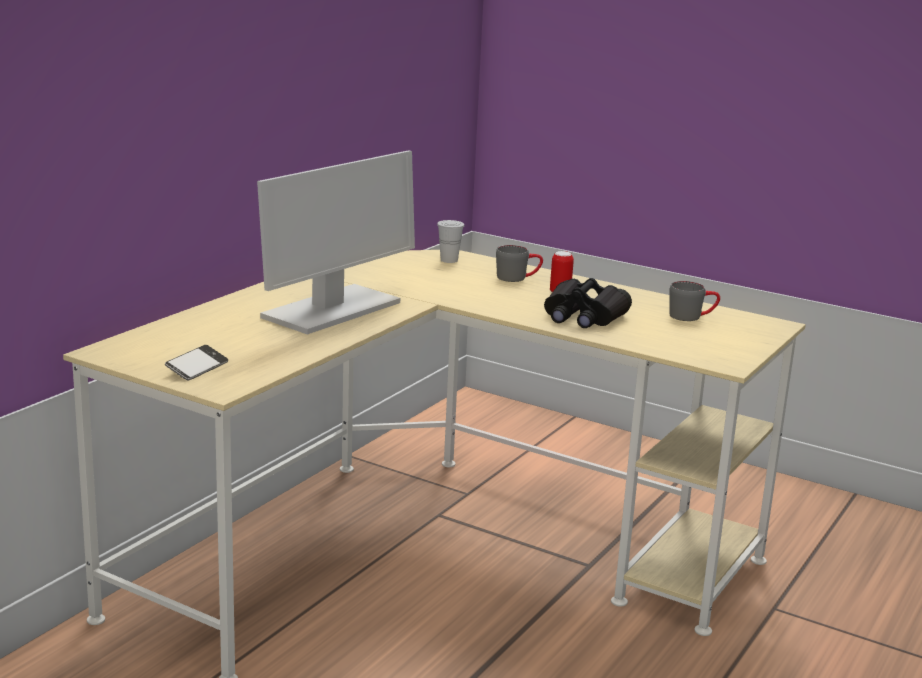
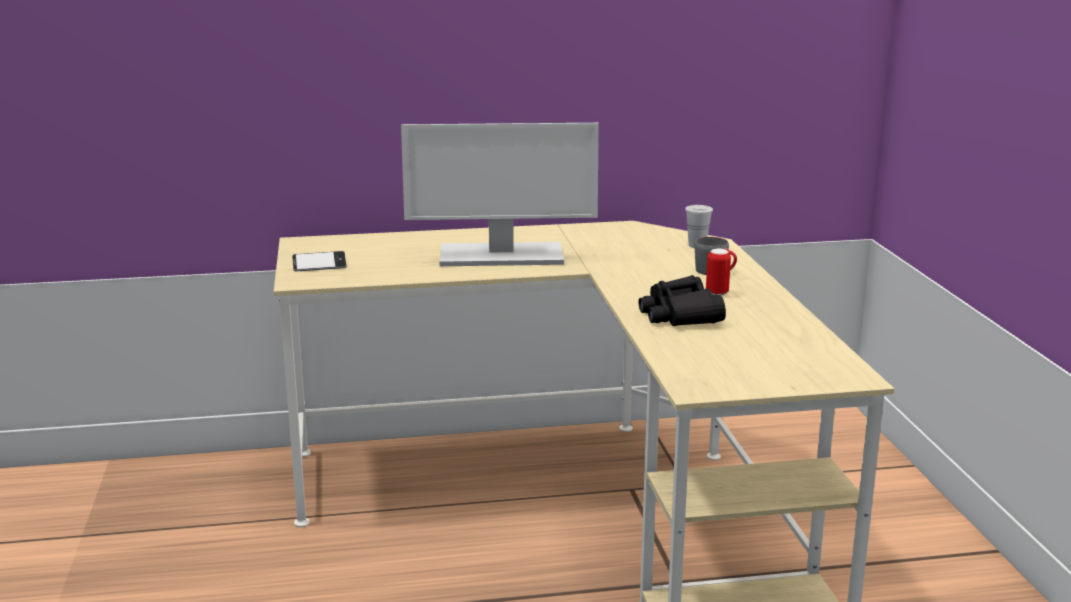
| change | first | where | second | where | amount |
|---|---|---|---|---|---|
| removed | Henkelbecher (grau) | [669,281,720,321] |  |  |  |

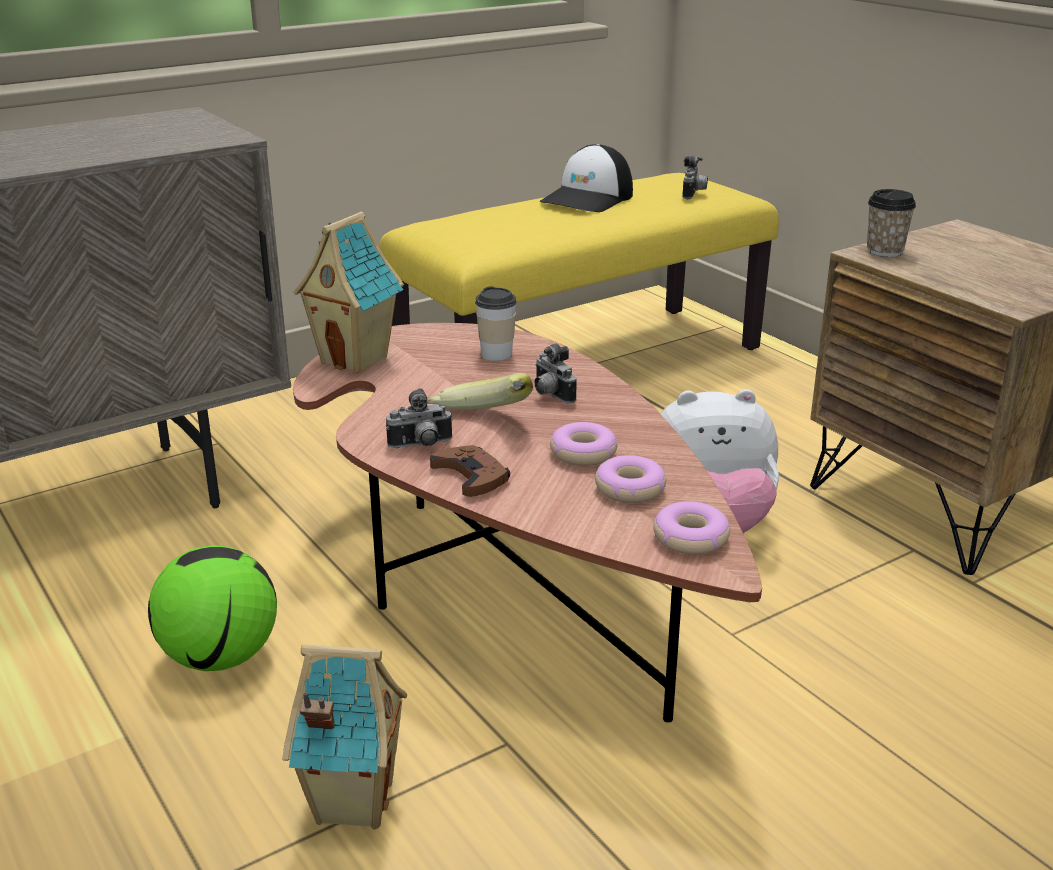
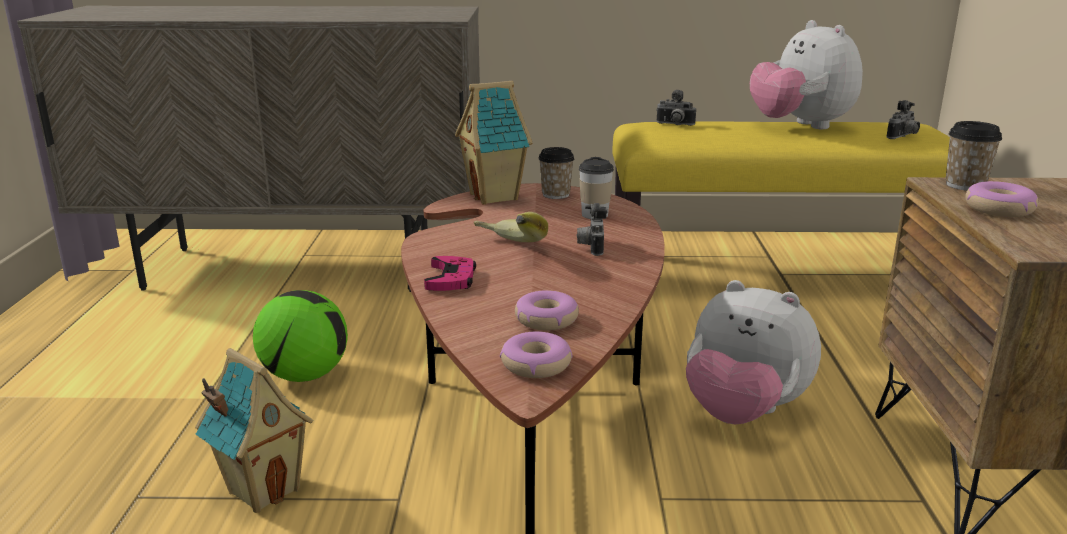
| change | first | where | second | where | amount |
|---|---|---|---|---|---|
| added |  |  | Tasse | [538,147,574,199] |  |
| moved | Kamera | [386,388,453,448] |  | [656,90,696,126] |  |
| moved | Donut | [550,422,618,466] |  | [965,181,1039,217] |  |
| replaced | Kappe | [540,144,633,212] | Plüschtier | [750,20,863,129] |  |
| recoloured | Gamepad (braun) | [430,445,510,497] | Gamepad (rosa) | [424,256,476,291] |  |

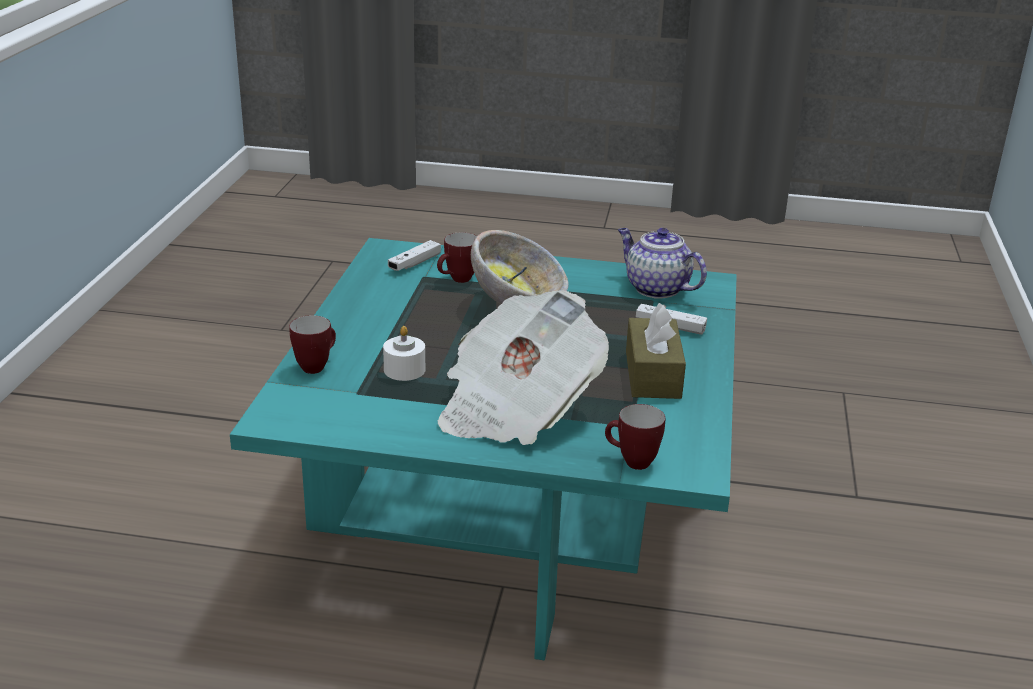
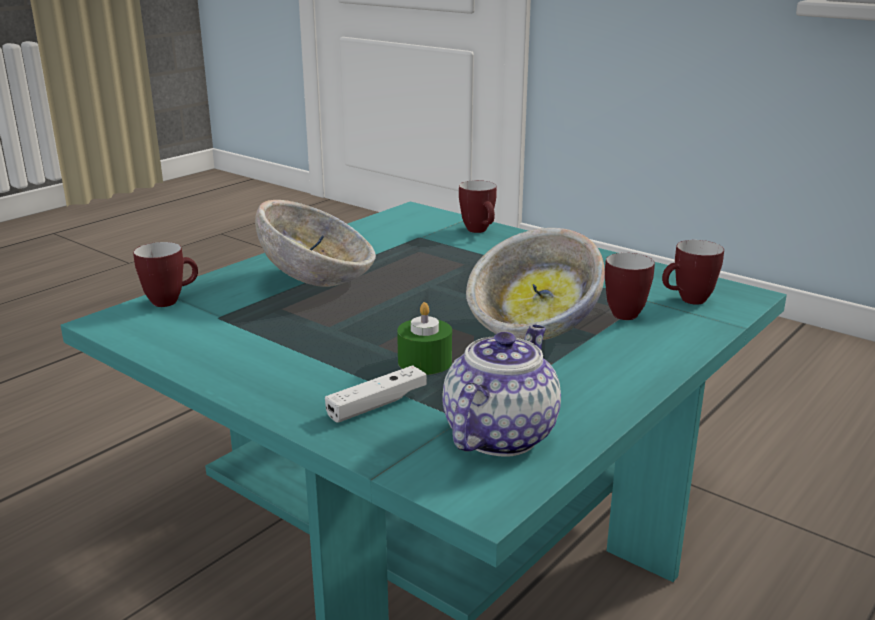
| change | first | where | second | where | amount |
|---|---|---|---|---|---|
| removed | Kerze (weiß) | [383,326,425,381] |  |  |  |
| removed | Taschentuchbox (braun) | [626,303,686,399] |  |  |  |
| added |  |  | Kerze (grün) | [397,302,452,375] |  |
| replaced | Gamepad (weiß) | [388,240,441,271] | Henkelbecher | [662,240,724,305] |  |
| replaced | Zeitung | [438,290,609,445] | Schüssel | [255,200,376,287] |  |
| turned | Teekanne | [618,228,707,299] |  | [442,325,561,457] | 45 degrees counterclockwise |

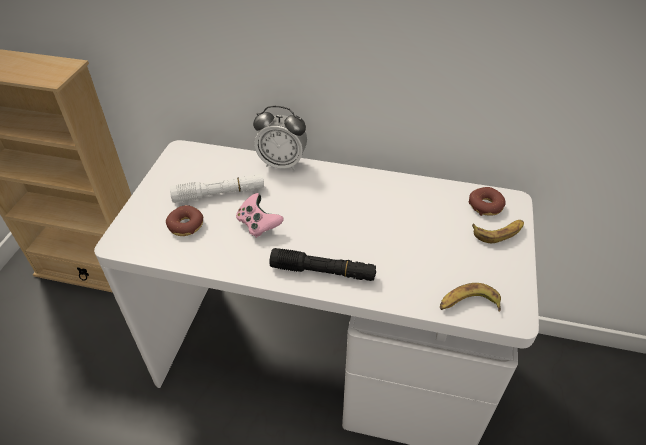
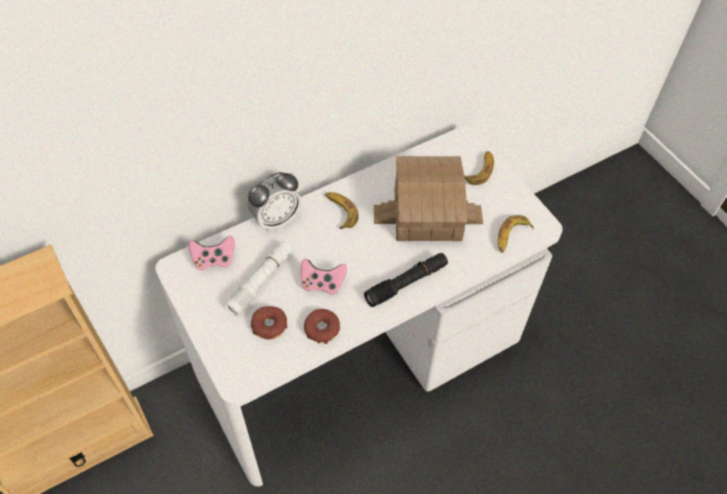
| change | first | where | second | where | amount |
|---|---|---|---|---|---|
| added |  |  | Gamepad (rosa) | [189,236,235,270] |  |
| added |  |  | Banane | [325,192,359,229] |  |
| added |  |  | Spielzeughaus | [374,156,483,241] |  |
| moved | Donut | [469,187,506,216] |  | [304,309,340,344] |  |

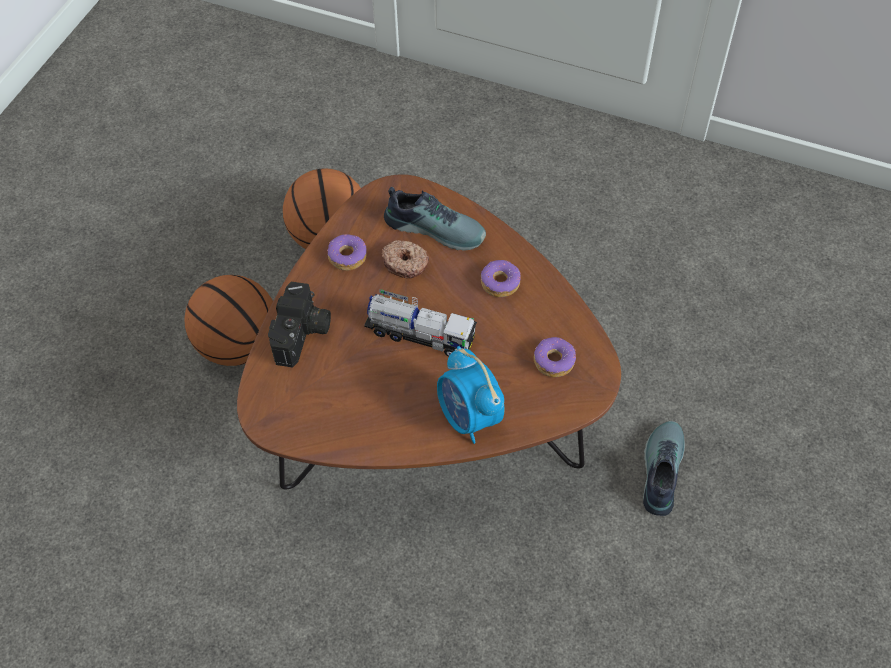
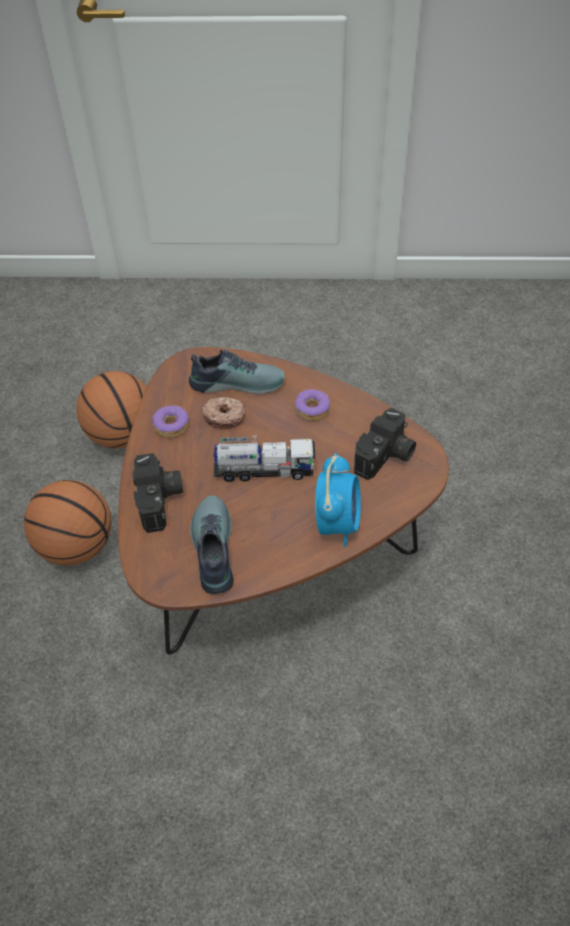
| change | first | where | second | where | amount |
|---|---|---|---|---|---|
| moved | Schuh | [643,421,685,516] |  | [190,495,234,594] |  |
| replaced | Donut | [534,337,576,377] | Kamera | [354,408,416,480] |  |
| turned | Wecker | [437,346,504,444] |  | [315,453,361,547] | 120 degrees counterclockwise |

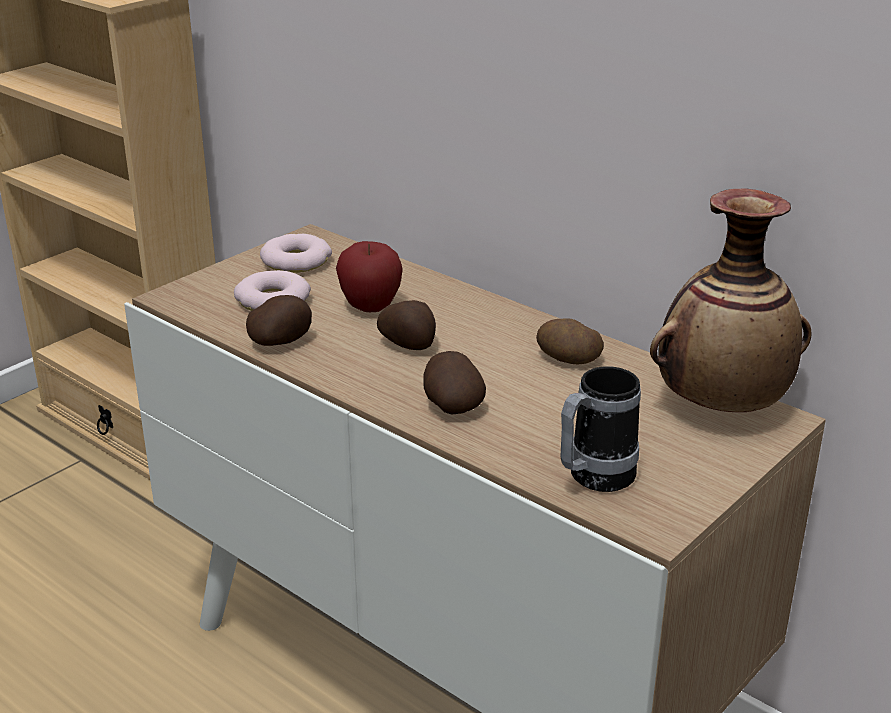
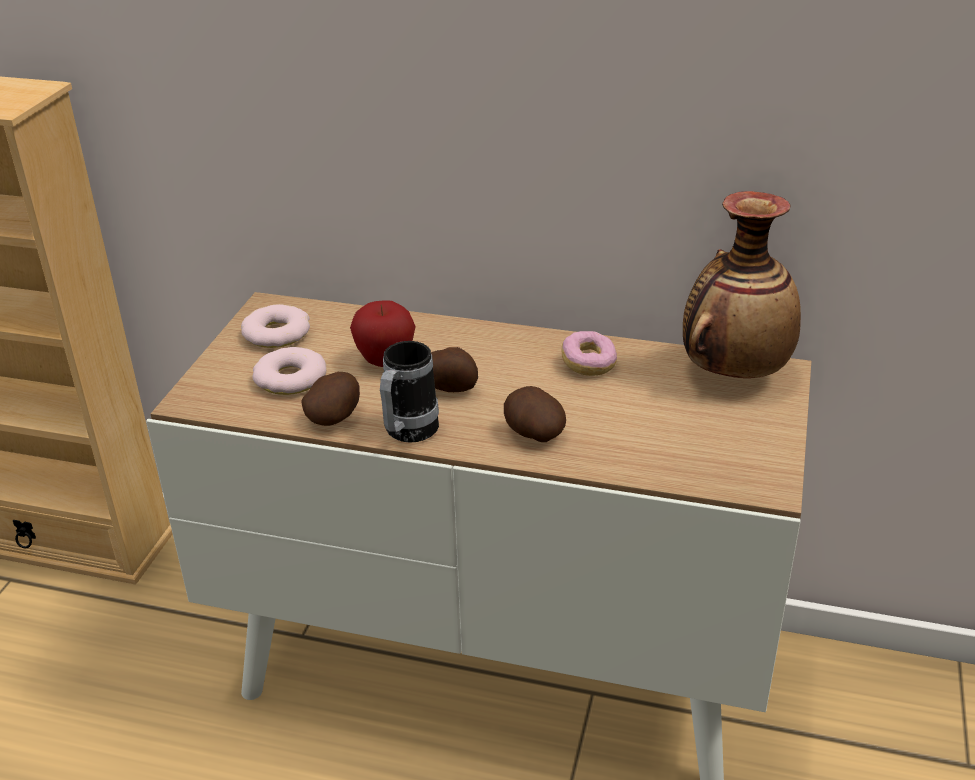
| change | first | where | second | where | amount |
|---|---|---|---|---|---|
| moved | Henkelbecher | [560,366,641,492] |  | [380,341,439,443] |  |
| replaced | Kartoffel | [536,318,604,364] | Donut | [562,331,617,376] |  |

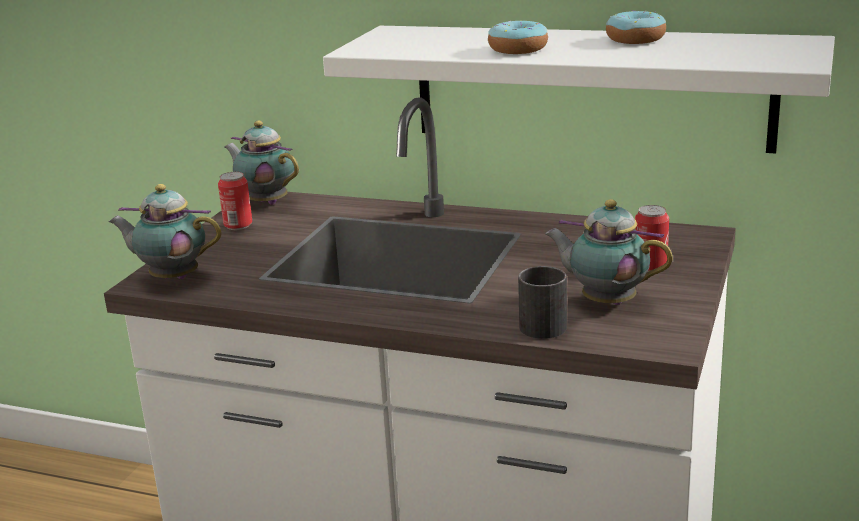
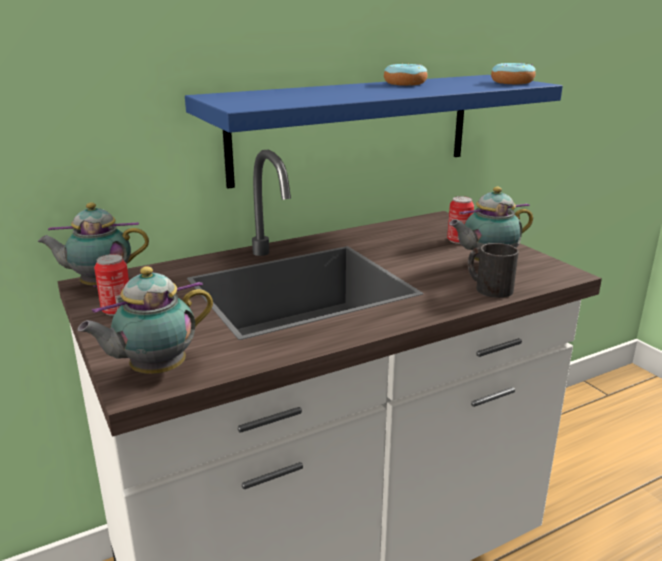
| change | first | where | second | where | amount |
|---|---|---|---|---|---|
| moved | Donut | [488,20,548,54] |  | [491,63,536,84] |  |
| recoloured | Wandregal (weiß) | [323,26,835,154] | Wandregal (blau) | [185,75,563,189] |  |

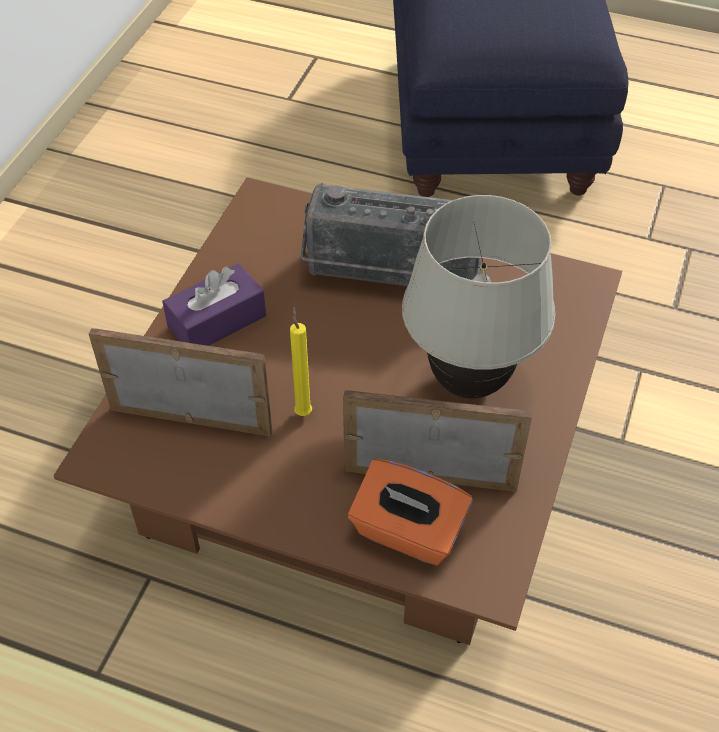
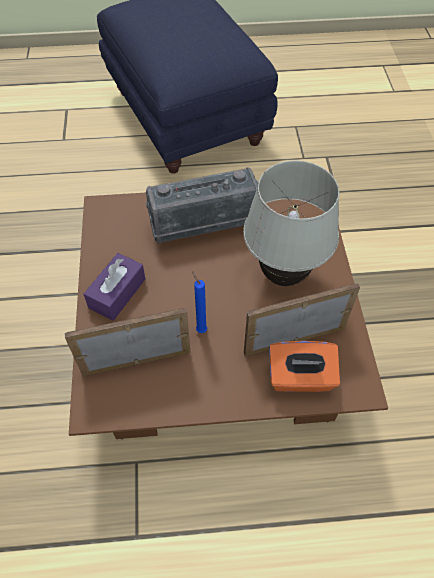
| change | first | where | second | where | amount |
|---|---|---|---|---|---|
| recoloured | Kerze (gelb) | [290,306,312,416] | Kerze (blau) | [192,271,207,333] |  |

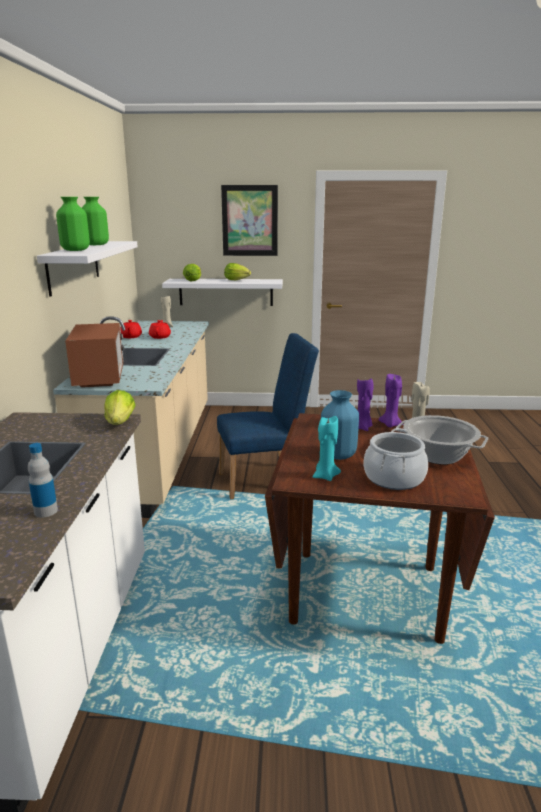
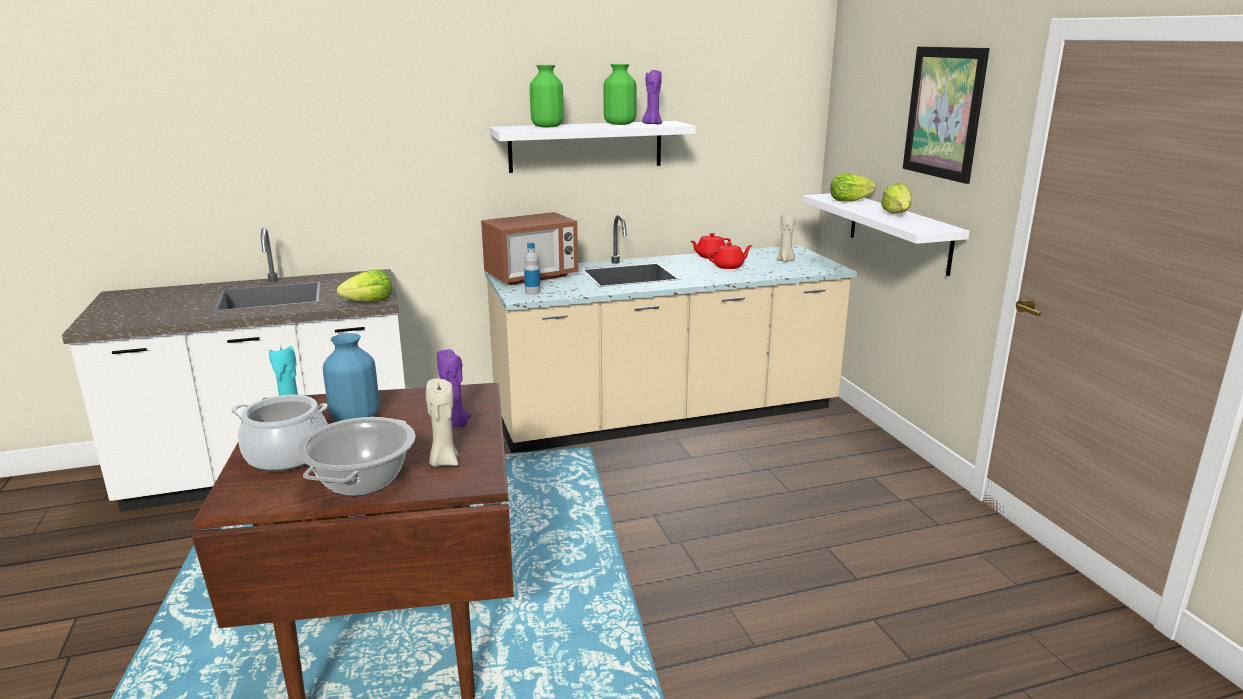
| change | first | where | second | where | amount |
|---|---|---|---|---|---|
| removed | Stuhl (blau) | [217,333,319,499] |  |  |  |
| moved | Flasche | [28,443,58,517] |  | [524,242,540,295] |  |
| moved | Kerze (lila) | [379,374,404,427] |  | [642,70,662,124] |  |

